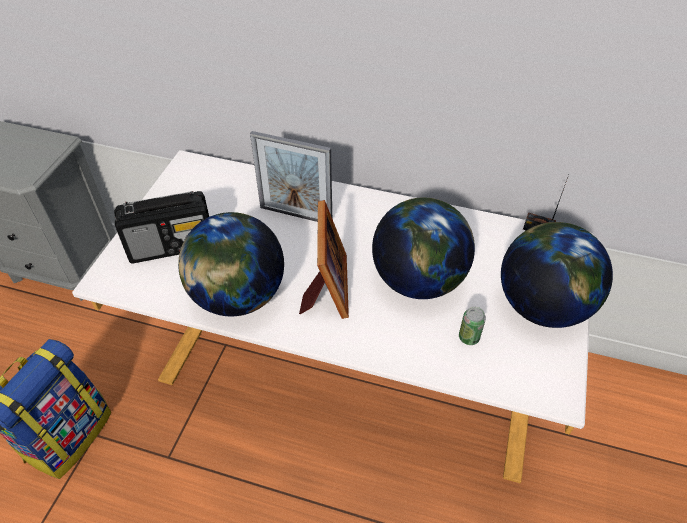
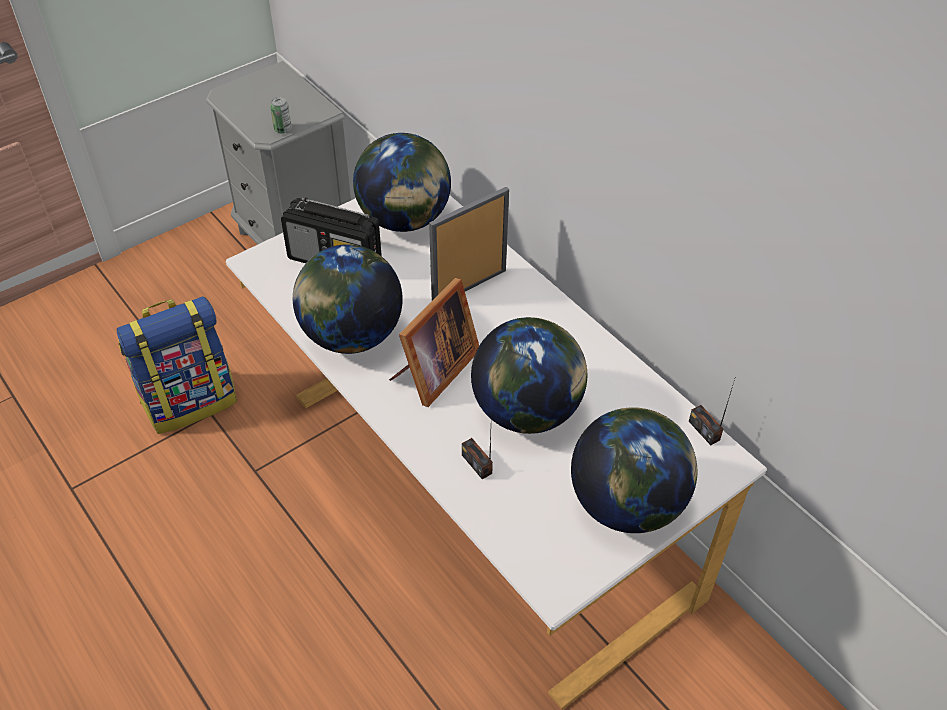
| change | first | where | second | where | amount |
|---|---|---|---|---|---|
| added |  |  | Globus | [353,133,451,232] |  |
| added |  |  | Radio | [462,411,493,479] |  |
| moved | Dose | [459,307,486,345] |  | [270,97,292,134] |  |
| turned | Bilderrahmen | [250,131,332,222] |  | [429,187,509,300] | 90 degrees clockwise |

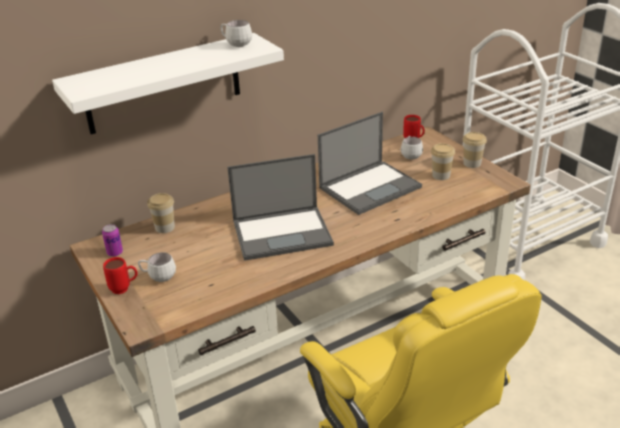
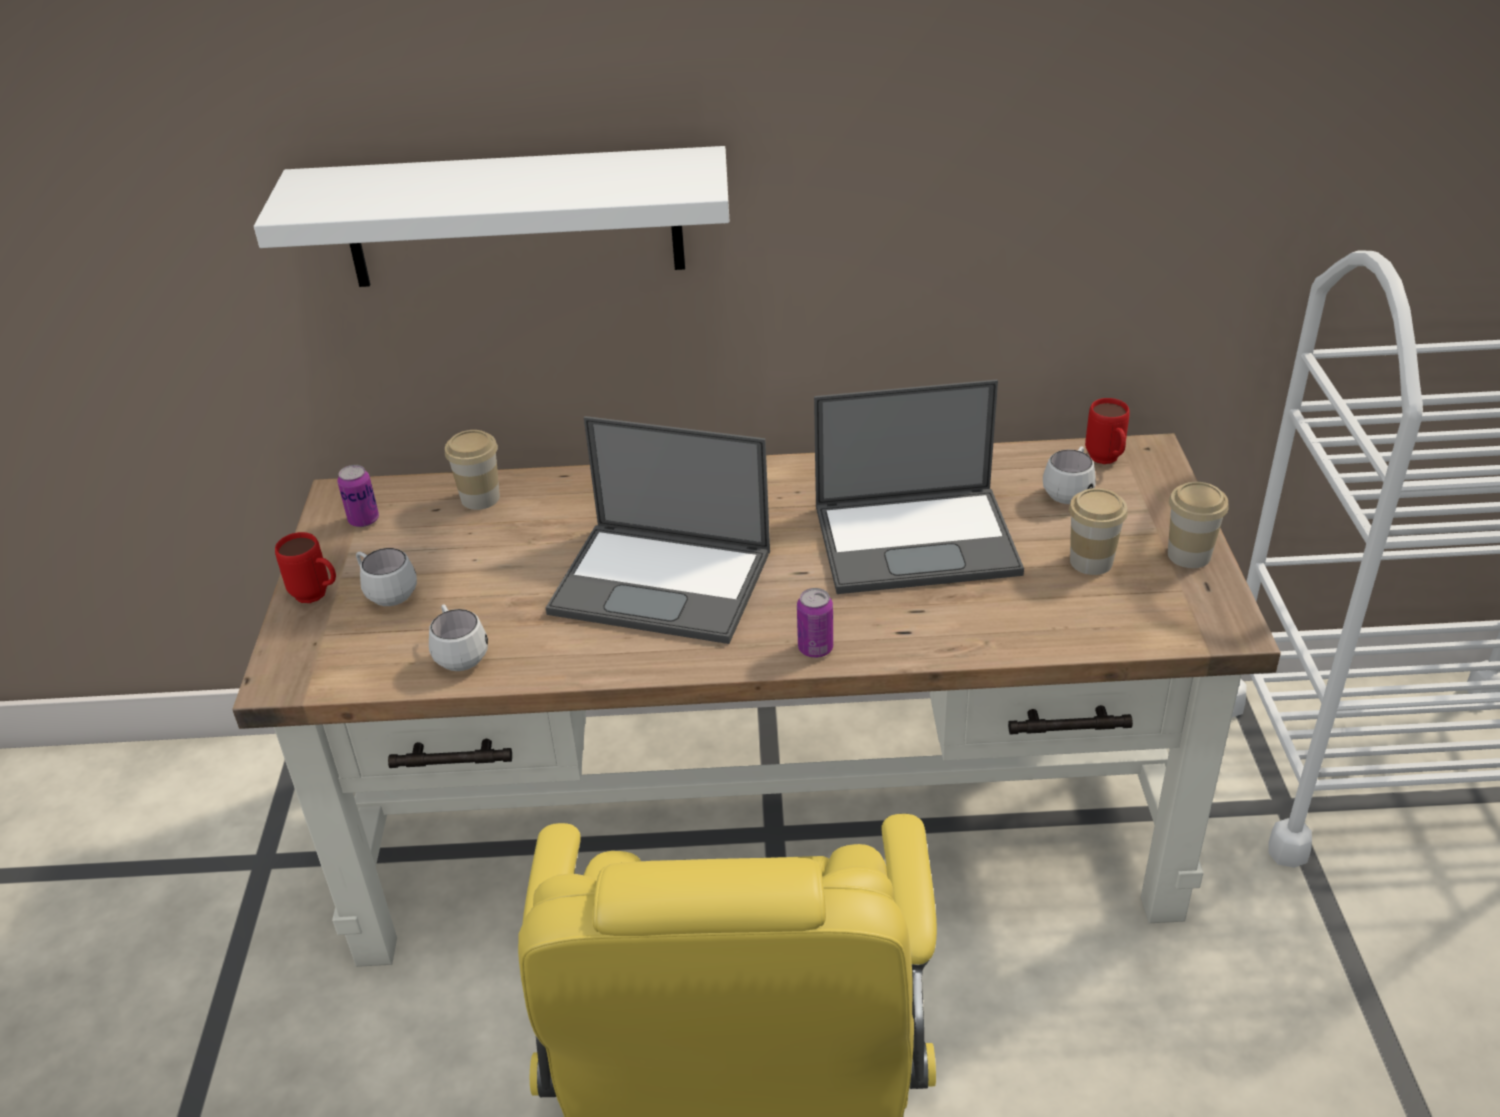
| change | first | where | second | where | amount |
|---|---|---|---|---|---|
| added |  |  | Dose | [797,588,833,658] |  |
| moved | Henkelbecher (weiß) | [220,20,252,47] |  | [429,605,488,671] |  |

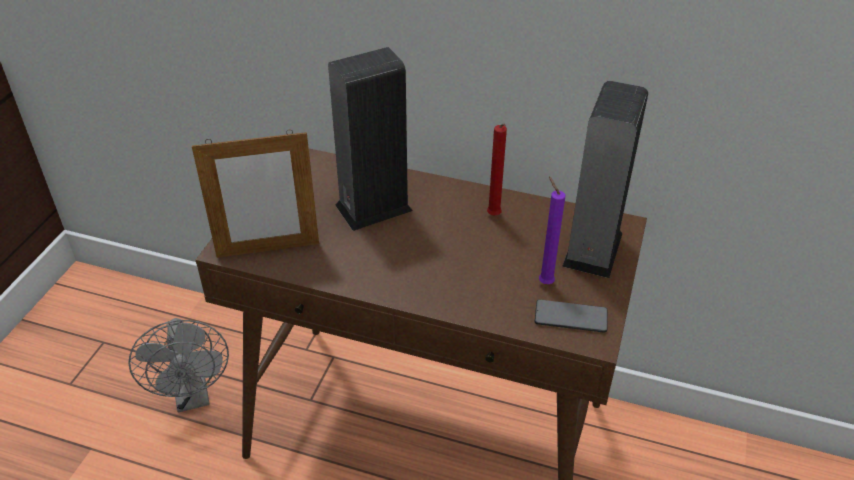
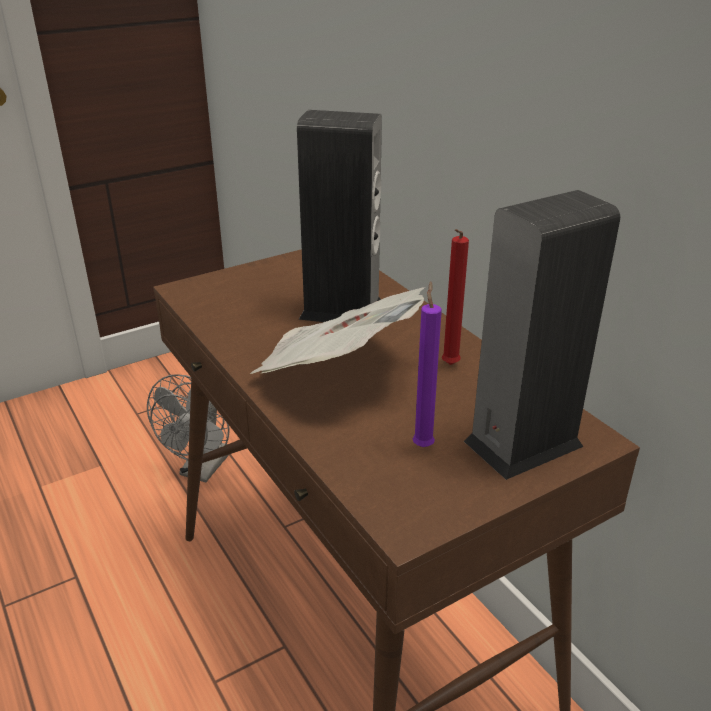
| change | first | where | second | where | amount |
|---|---|---|---|---|---|
| removed | Bilderrahmen | [192,130,319,258] |  |  |  |
| removed | Handy | [535,299,608,333] |  |  |  |
| added |  |  | Zeitung | [250,287,424,374] |  |

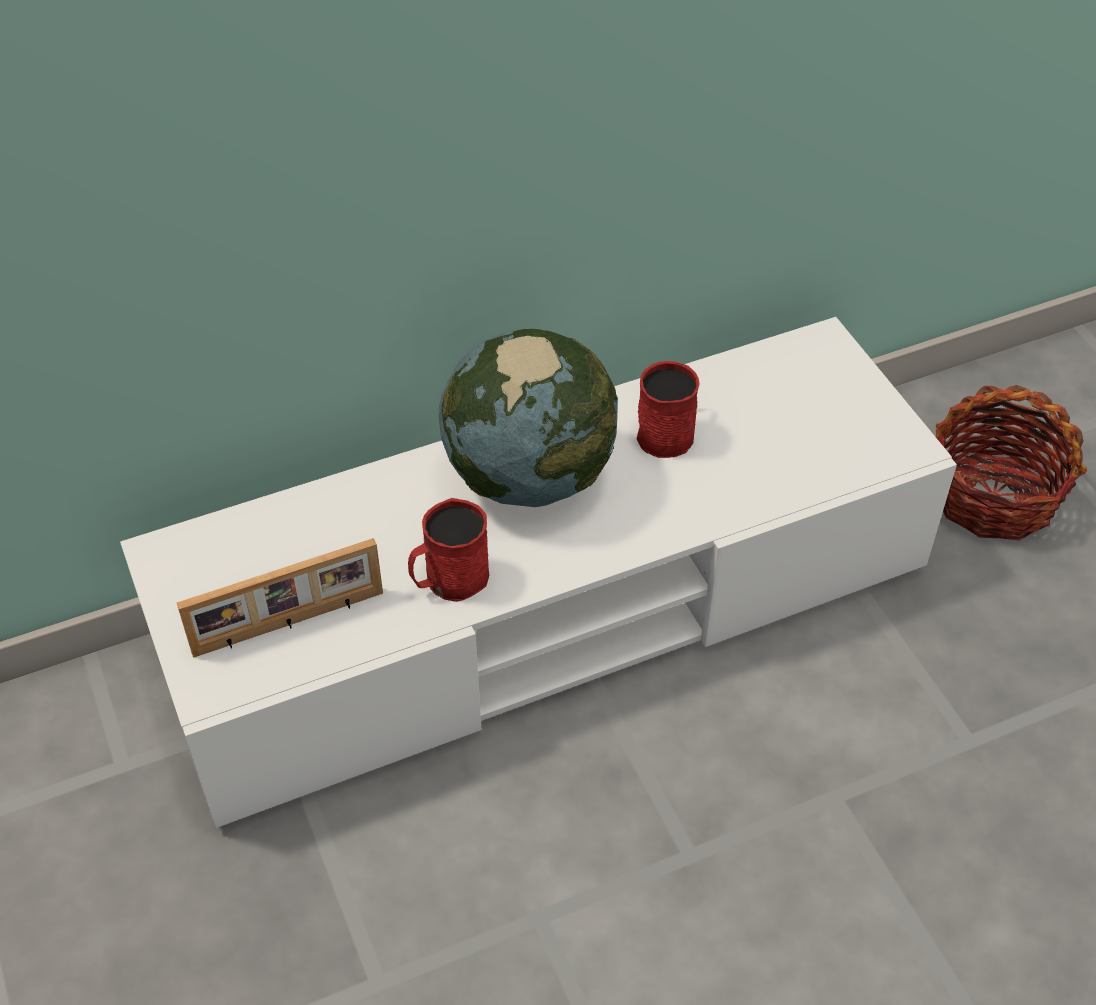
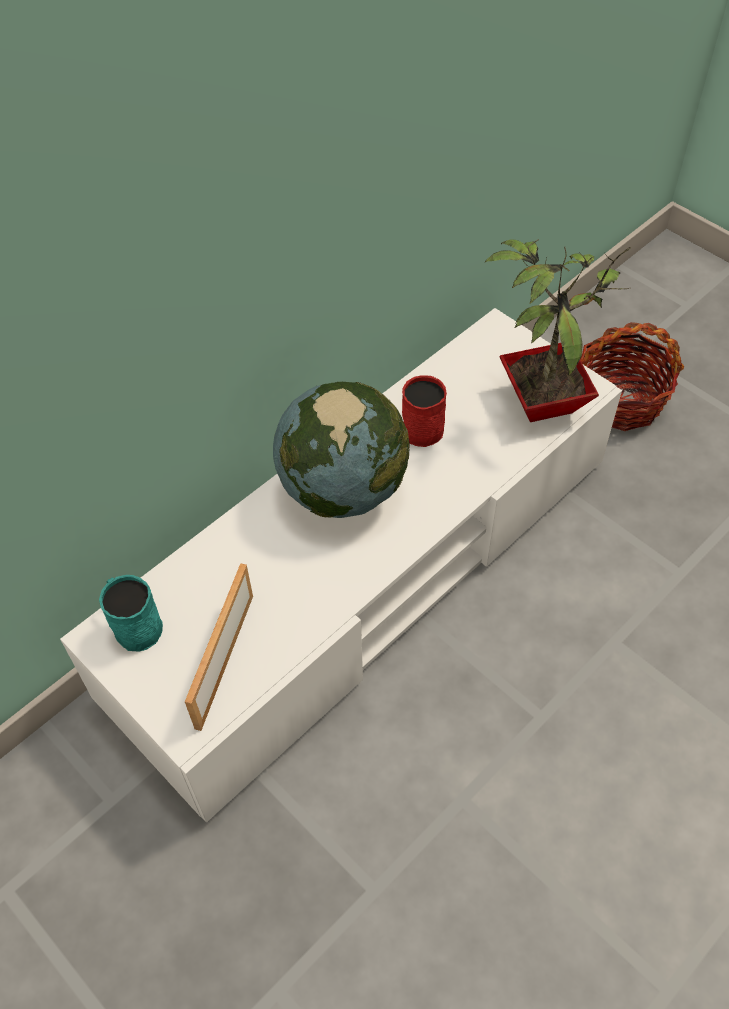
| change | first | where | second | where | amount |
|---|---|---|---|---|---|
| removed | Henkelbecher (rot) | [408,498,489,602] |  |  |  |
| added |  |  | Henkelbecher (türkis) | [99,575,163,652] |  |
| added |  |  | Topfpflanze | [484,239,631,422] |  |
| turned | Bilderrahmen | [177,538,383,658] |  | [185,563,253,731] | 150 degrees clockwise |

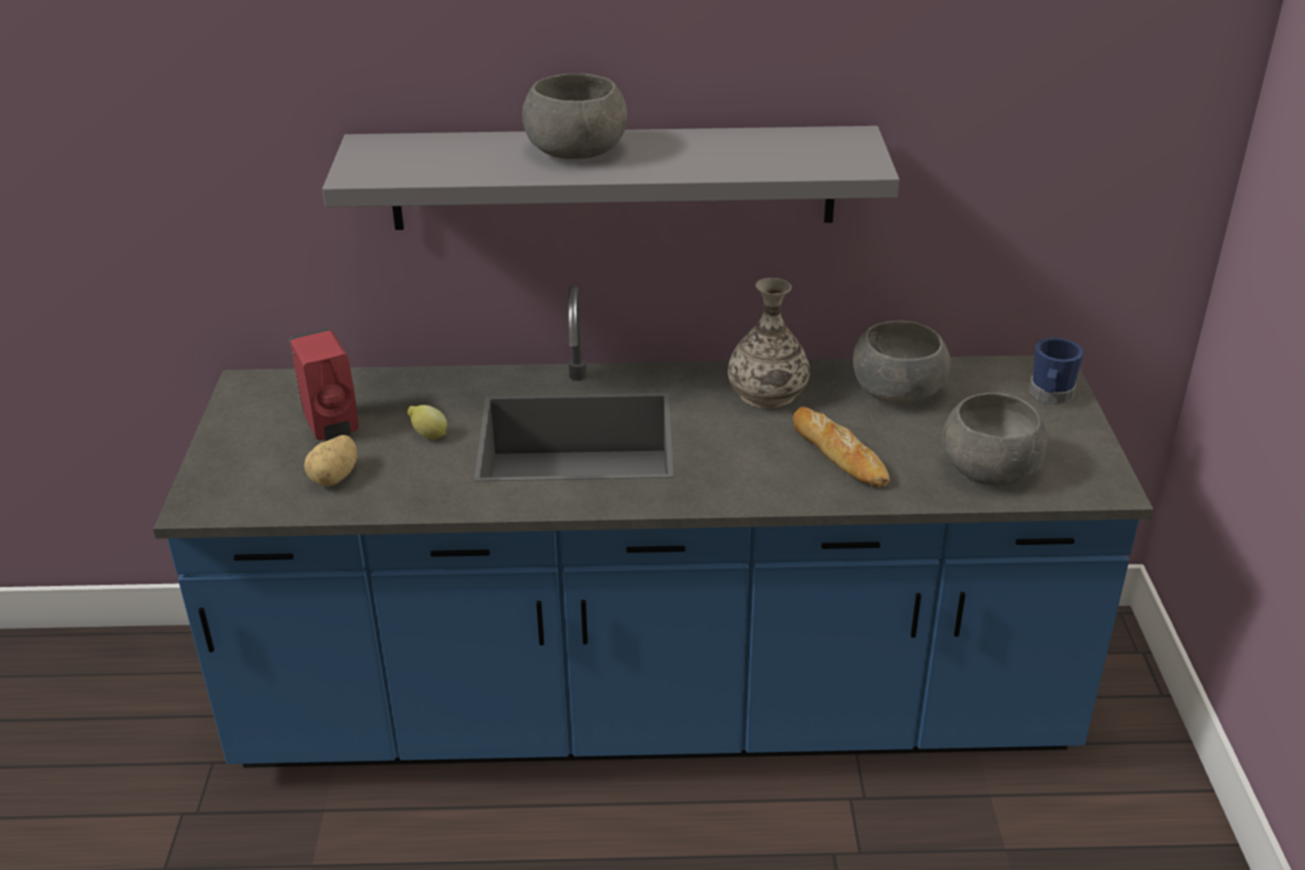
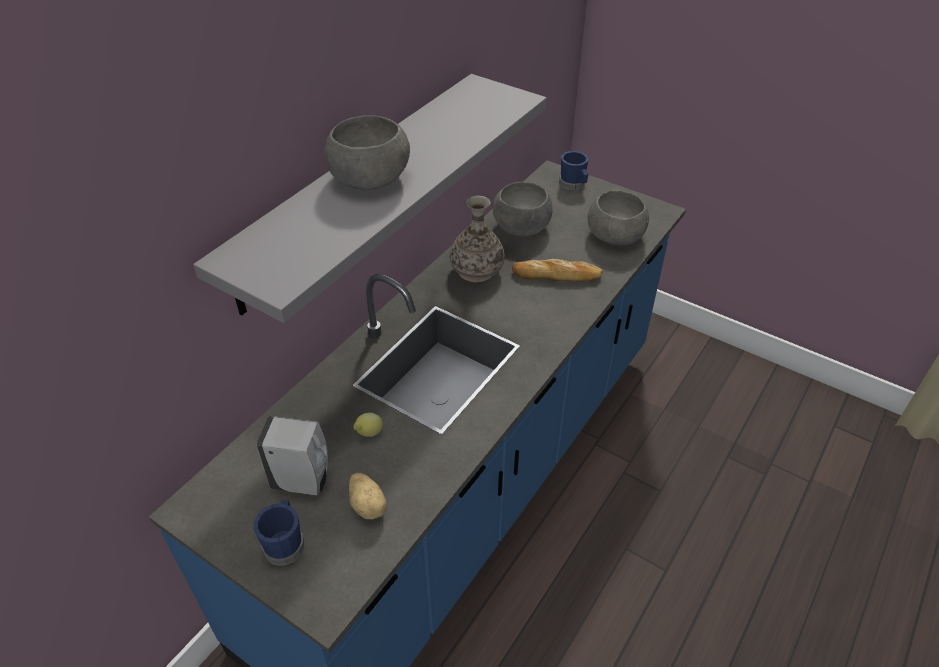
| change | first | where | second | where | amount |
|---|---|---|---|---|---|
| added |  |  | Henkelbecher (blau) | [253,501,304,566] |  |
| recoloured | Seifenspender (rot) | [290,328,359,441] | Seifenspender (weiß) | [257,416,328,496] |  |

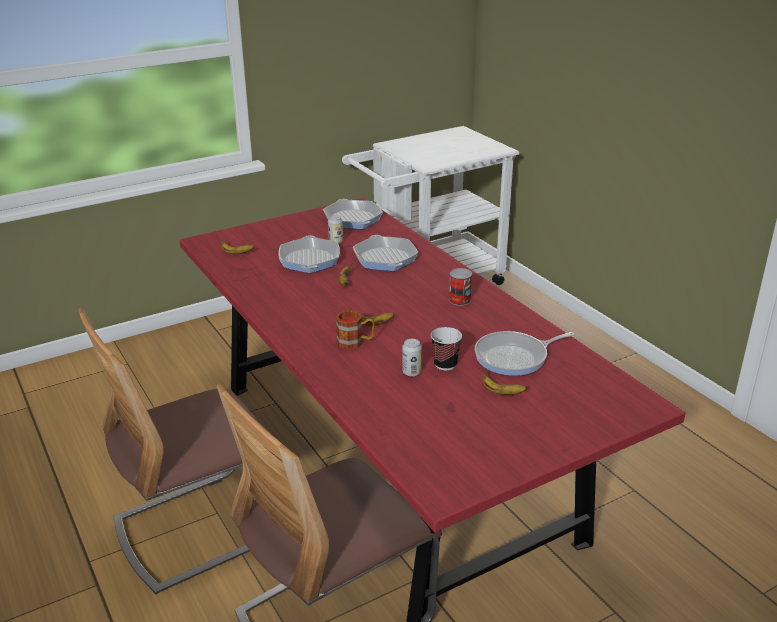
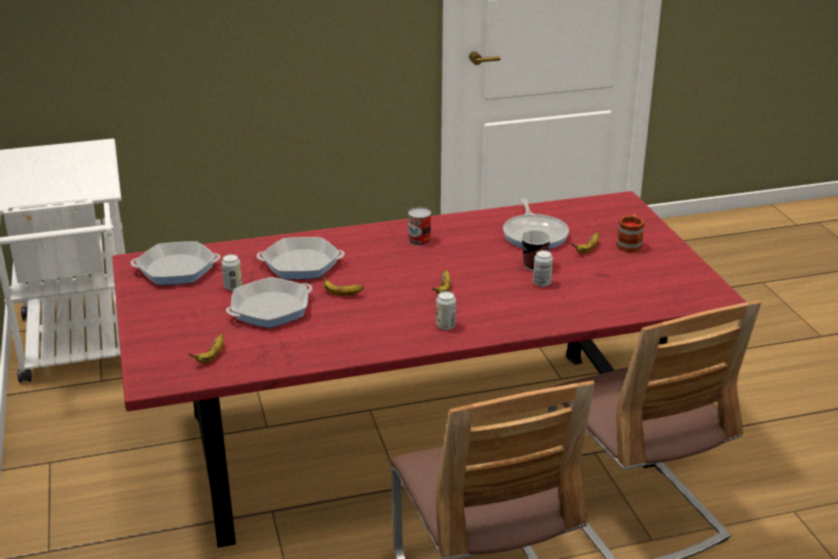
| change | first | where | second | where | amount |
|---|---|---|---|---|---|
| added |  |  | Dose | [436,291,456,330] |  |
| moved | Henkelbecher | [335,310,375,349] |  | [616,214,645,253] |  |
| turned | Pfanne | [279,235,340,273] |  | [226,277,312,328] | 45 degrees counterclockwise |

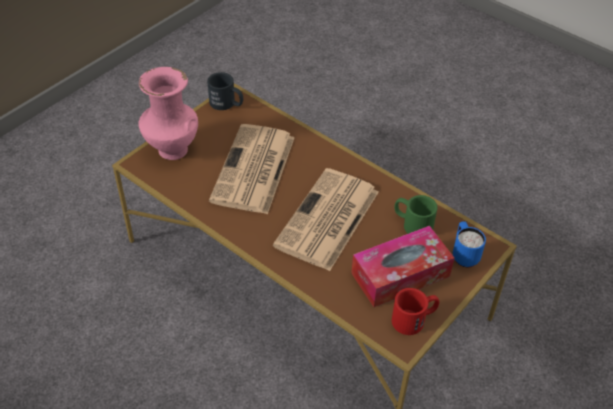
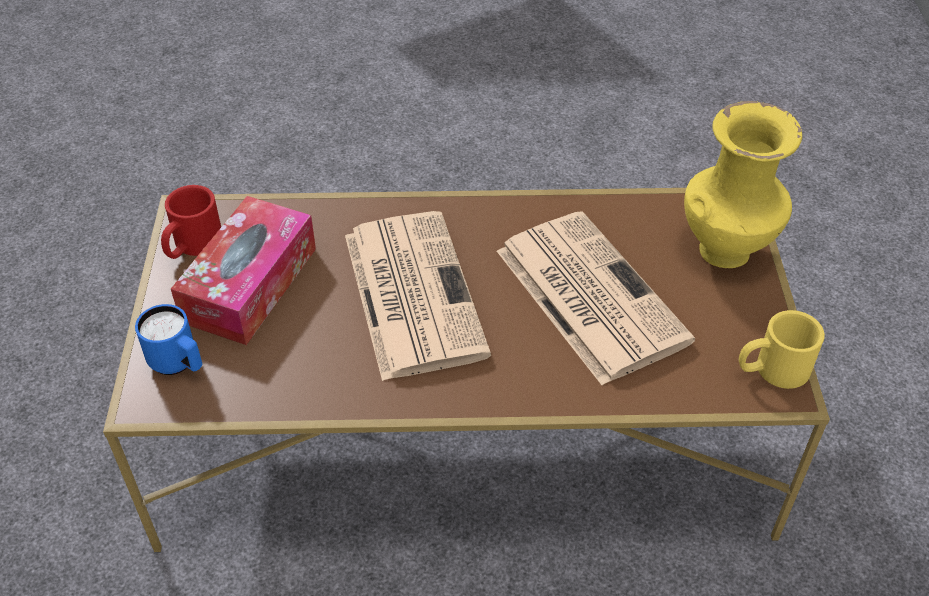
| change | first | where | second | where | amount |
|---|---|---|---|---|---|
| removed | Henkelbecher (grün) | [395,195,438,234] |  |  |  |
| recoloured | Vase (rosa) | [138,67,198,160] | Vase (gelb) | [684,101,802,268] |  |
| recoloured | Henkelbecher (schwarz) | [207,72,243,110] | Henkelbecher (gelb) | [739,310,825,389] |  |

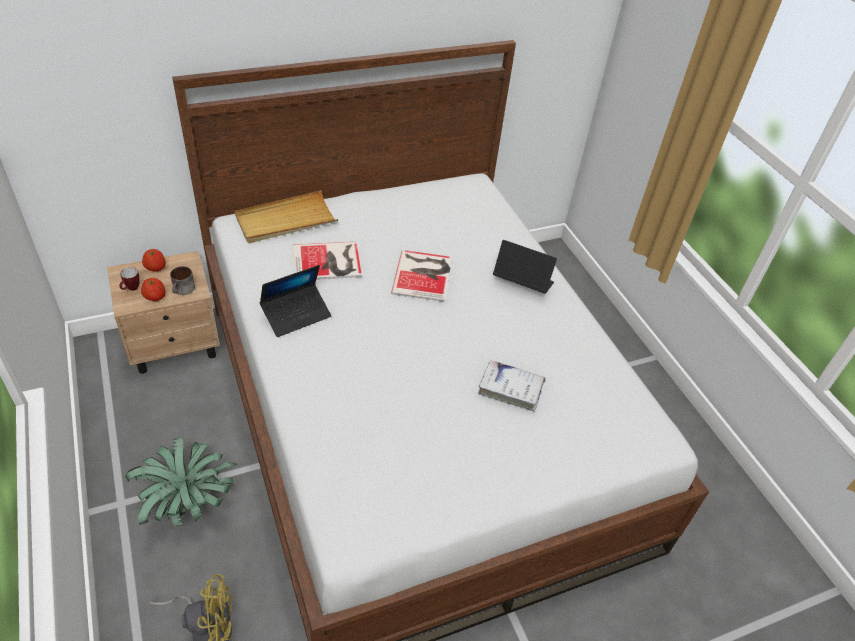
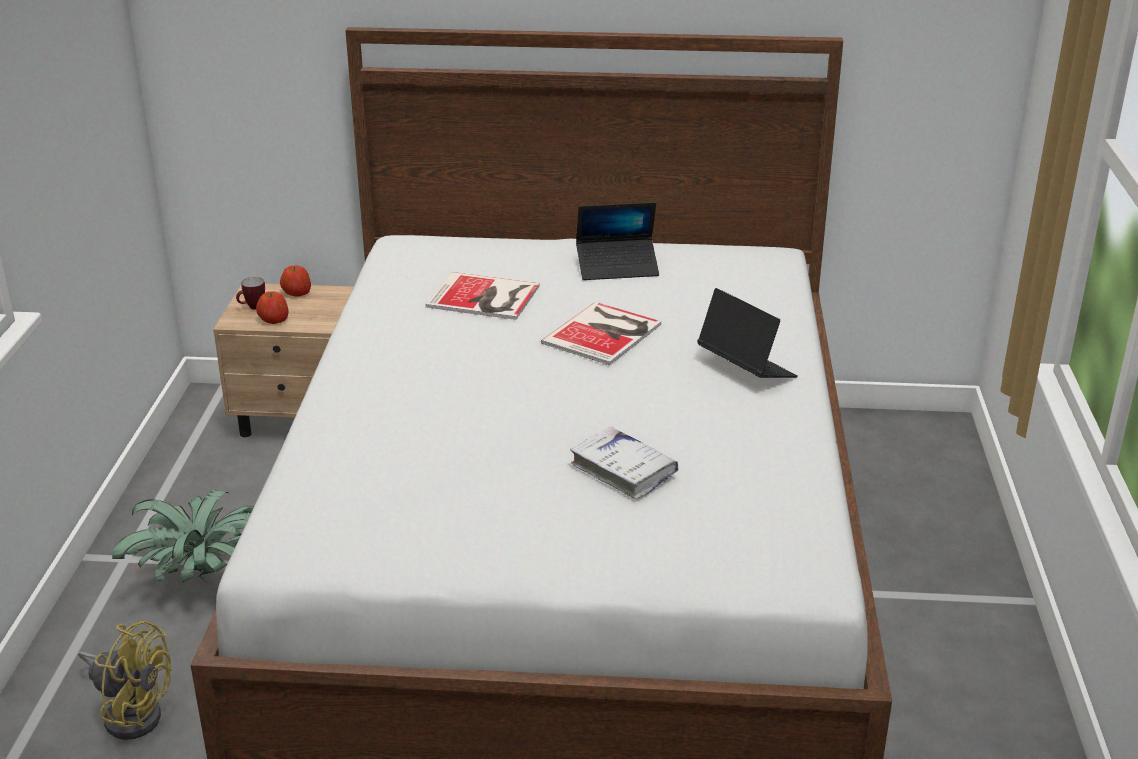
| change | first | where | second | where | amount |
|---|---|---|---|---|---|
| removed | Henkelbecher | [170,266,195,295] |  |  |  |
| removed | Tablett (beige) | [235,190,338,243] |  |  |  |
| moved | Laptop | [260,265,331,337] |  | [576,202,659,280] |  |

